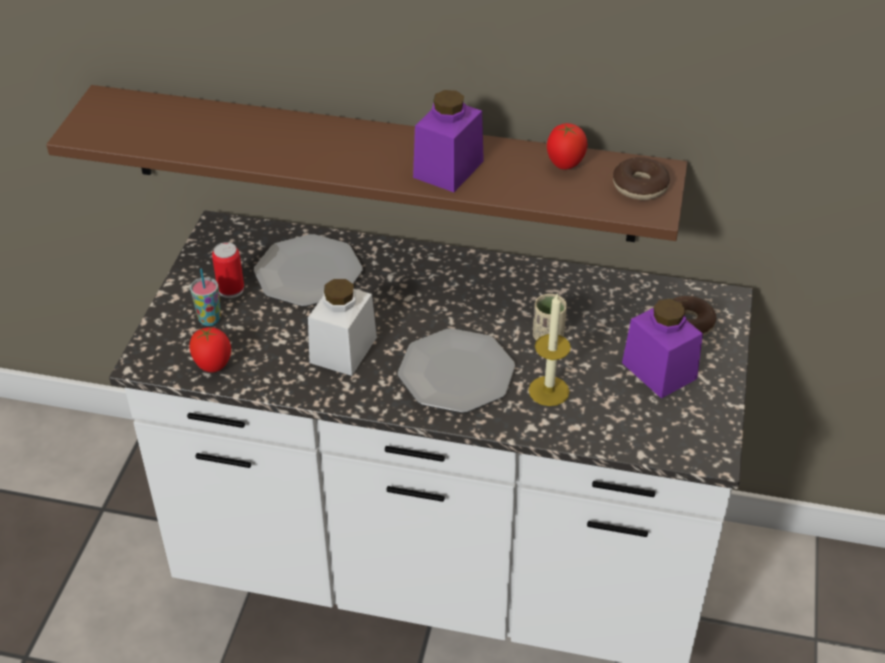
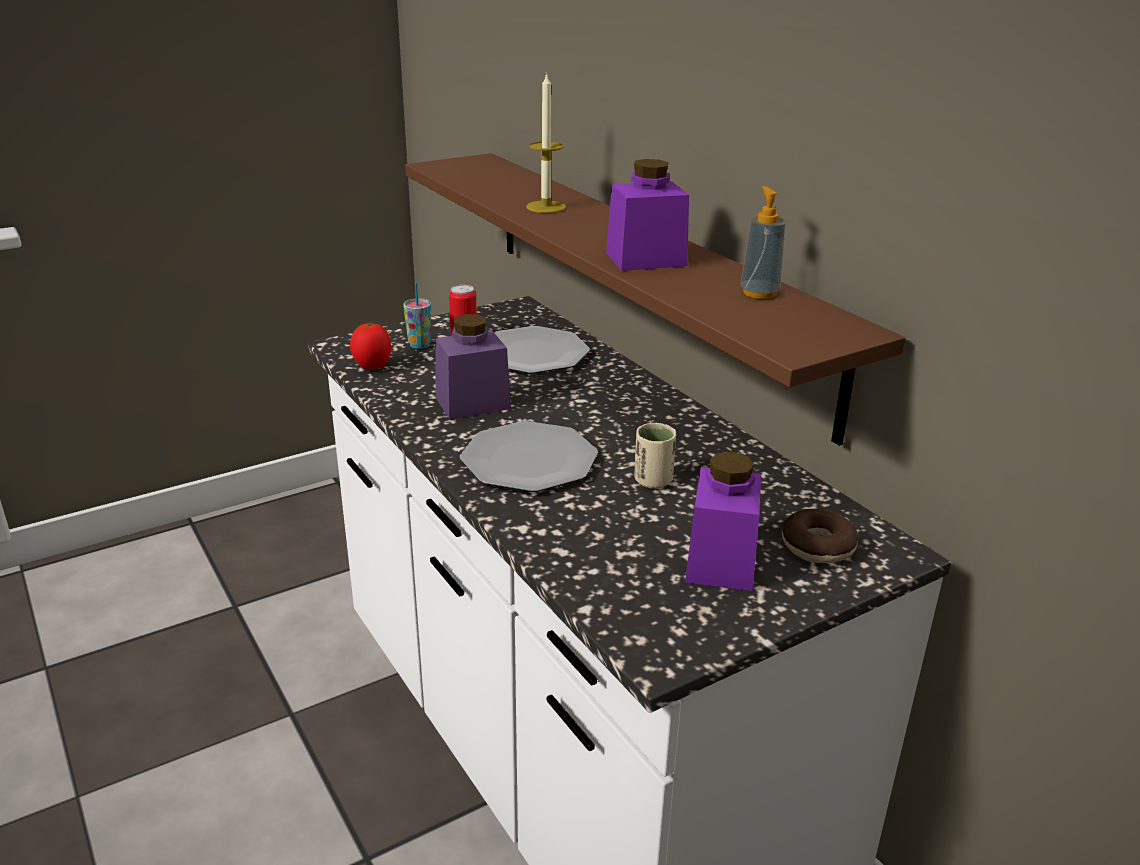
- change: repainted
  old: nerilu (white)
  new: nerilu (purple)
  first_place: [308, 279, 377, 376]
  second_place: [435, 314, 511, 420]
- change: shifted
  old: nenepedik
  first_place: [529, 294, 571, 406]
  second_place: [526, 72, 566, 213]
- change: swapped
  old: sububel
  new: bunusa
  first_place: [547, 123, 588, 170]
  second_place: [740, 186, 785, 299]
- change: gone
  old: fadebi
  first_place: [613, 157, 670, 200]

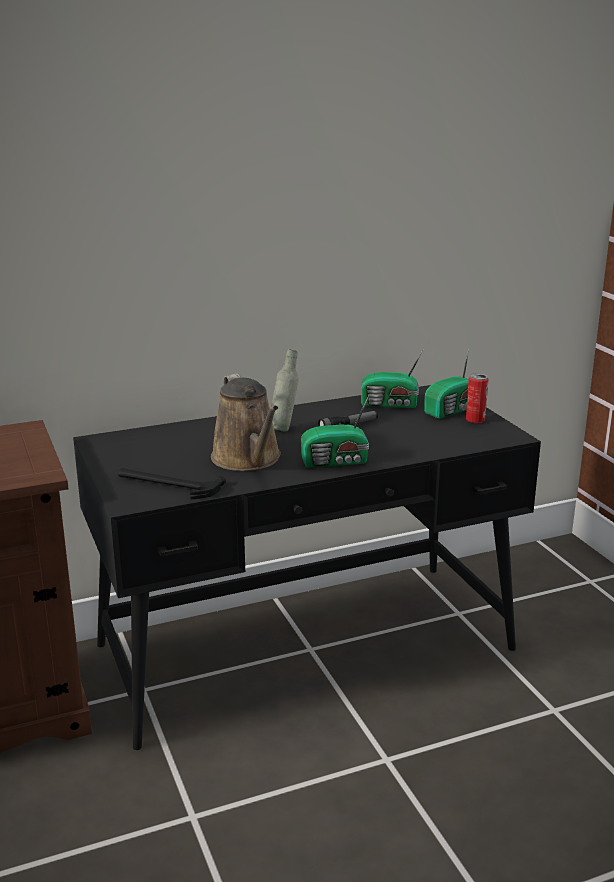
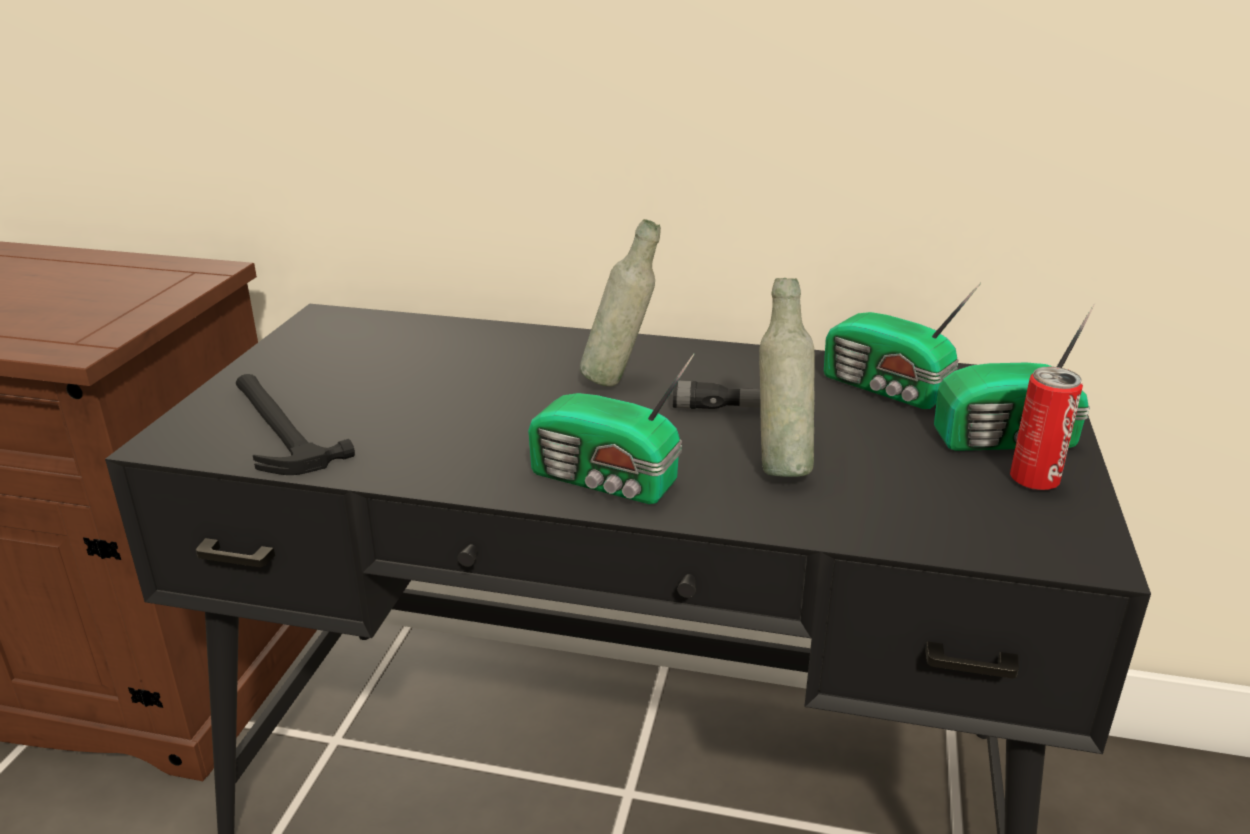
- change: gone
  old: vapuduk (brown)
  first_place: [211, 374, 281, 471]
- change: new
  new: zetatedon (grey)
  second_place: [759, 278, 815, 477]

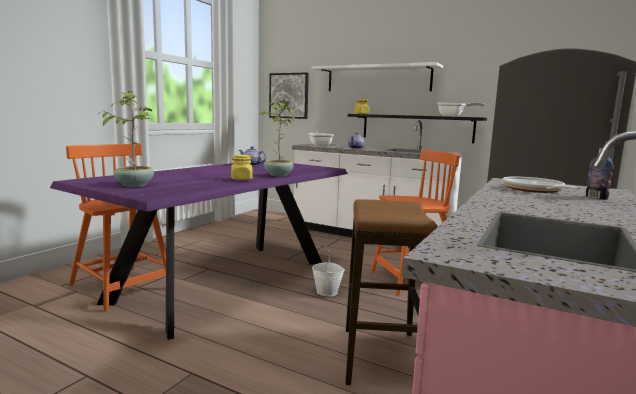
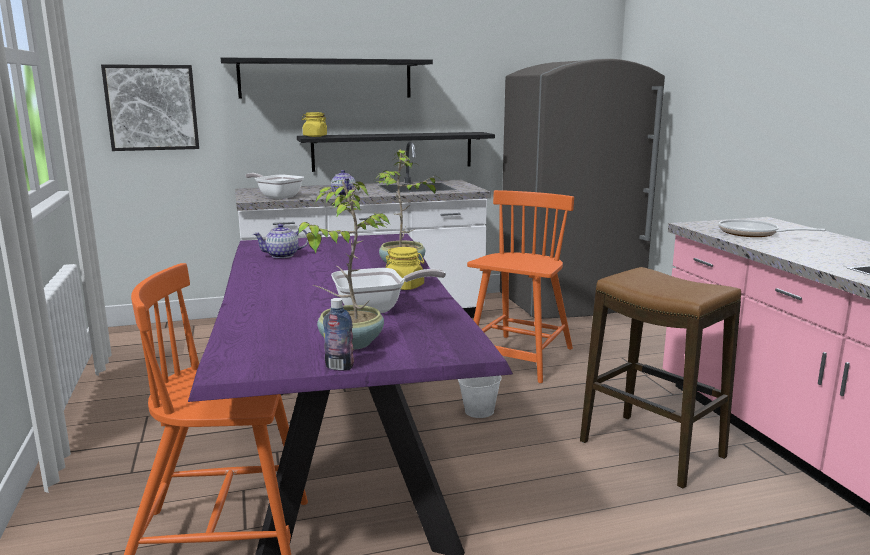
- change: repainted
  old: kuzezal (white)
  new: kuzezal (black)
  first_place: [312, 62, 443, 91]
  second_place: [221, 57, 433, 99]
- change: shifted
  old: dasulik
  first_place: [437, 102, 484, 117]
  second_place: [331, 268, 446, 313]
- change: shifted
  old: zetatedon
  first_place: [586, 148, 614, 200]
  second_place: [323, 298, 354, 371]

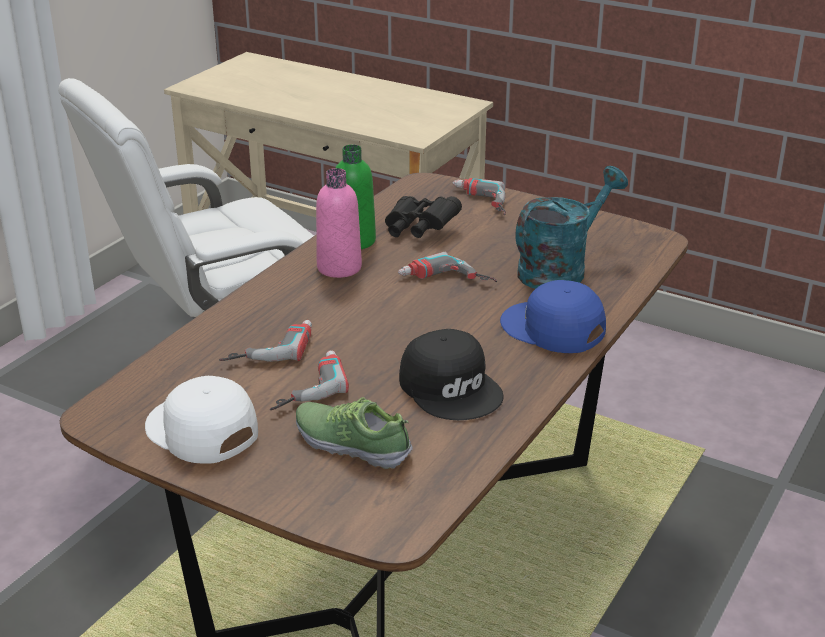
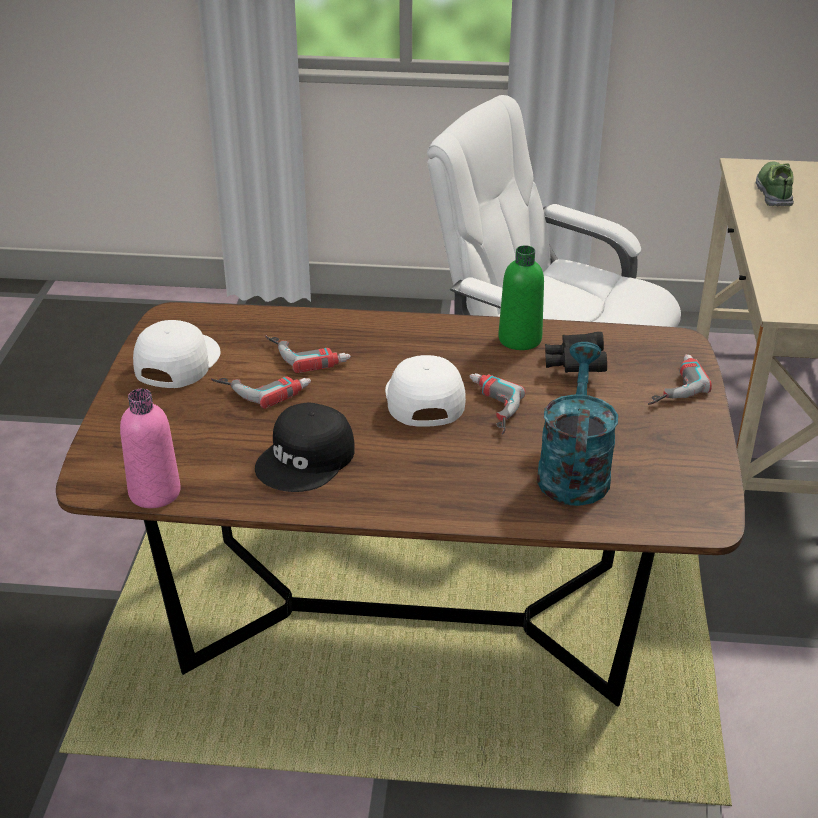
- change: shifted
  old: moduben
  first_place: [296, 397, 413, 469]
  second_place: [756, 162, 794, 207]
- change: shifted
  old: zetatedon (pink)
  first_place: [316, 168, 362, 278]
  second_place: [120, 389, 181, 508]
- change: gone
  old: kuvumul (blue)
  first_place: [500, 280, 606, 353]
- change: rotated
  old: vapuduk (turquoise)
  first_place: [515, 166, 628, 289]
  second_place: [537, 342, 618, 506]
  degrees: -105
- change: new
  new: kuvumul (white)
  second_place: [385, 355, 466, 427]

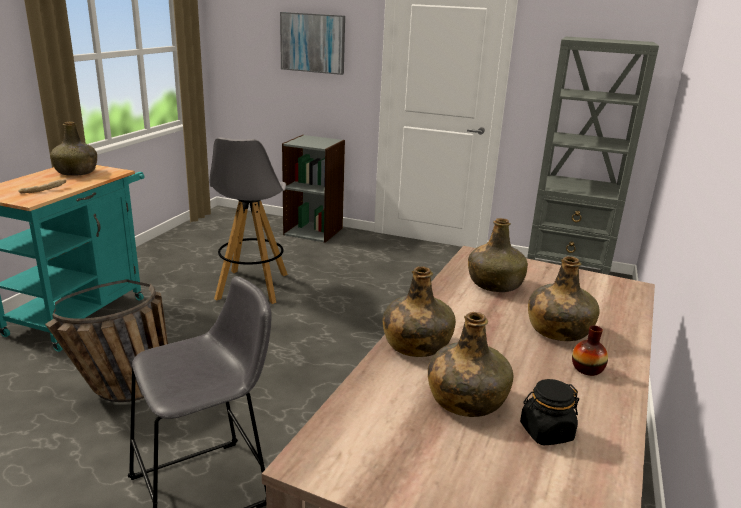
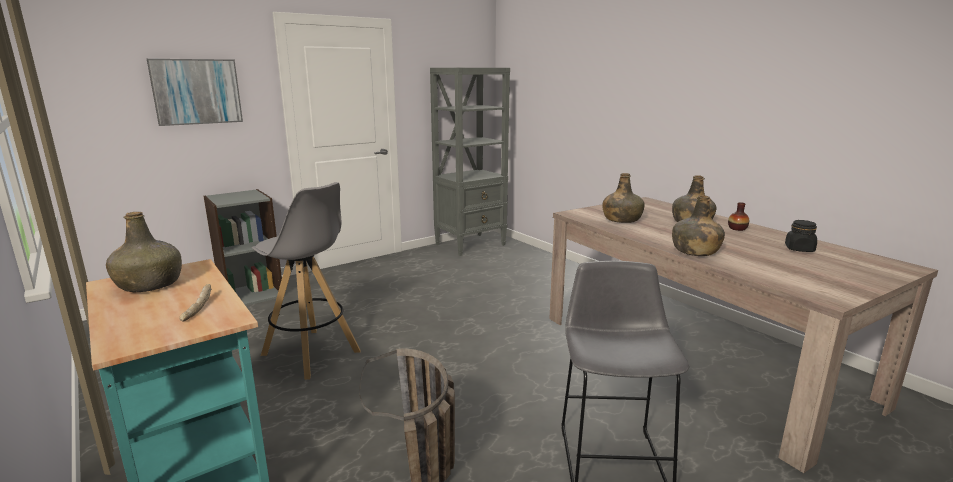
- change: gone
  old: zetatedon (green)
  first_place: [428, 312, 513, 417]

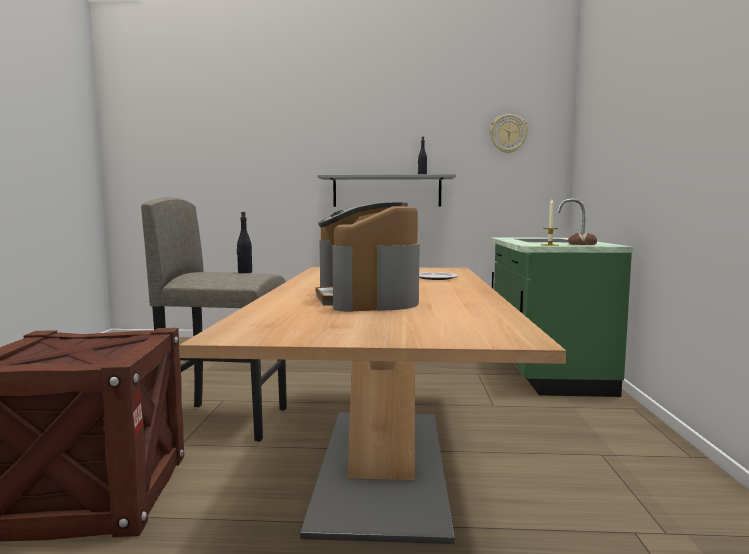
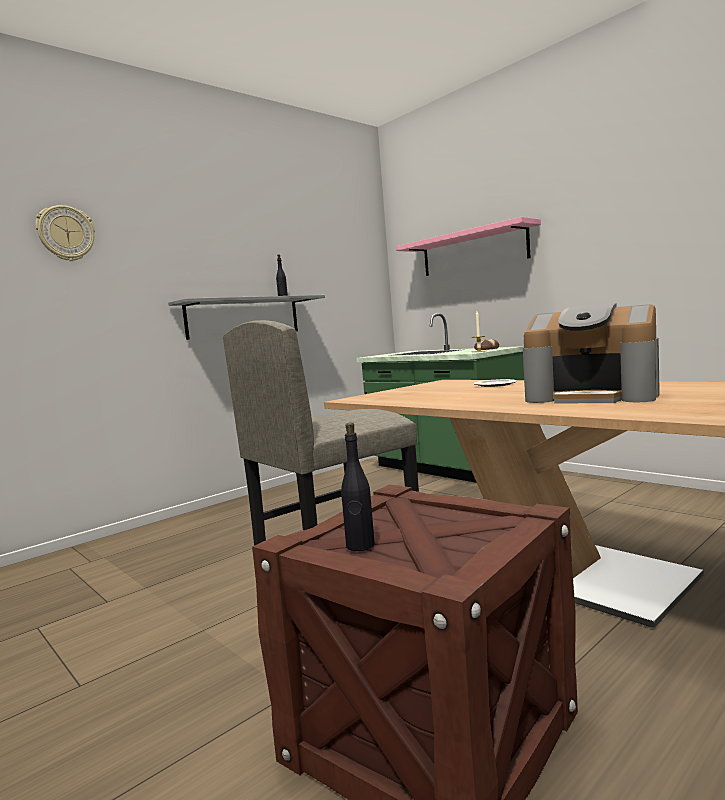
- change: shifted
  old: zetatedon (black)
  first_place: [237, 212, 252, 273]
  second_place: [341, 423, 375, 551]
- change: shifted
  old: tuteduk
  first_place: [490, 114, 528, 153]
  second_place: [35, 205, 95, 261]
- change: new
  new: kuzezal (pink)
  second_place: [396, 217, 541, 276]

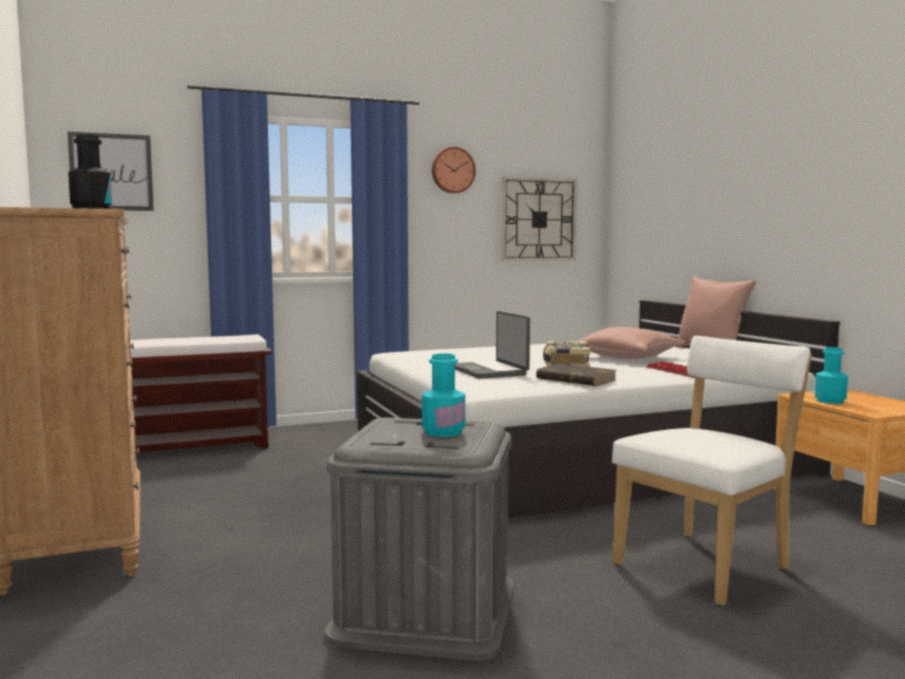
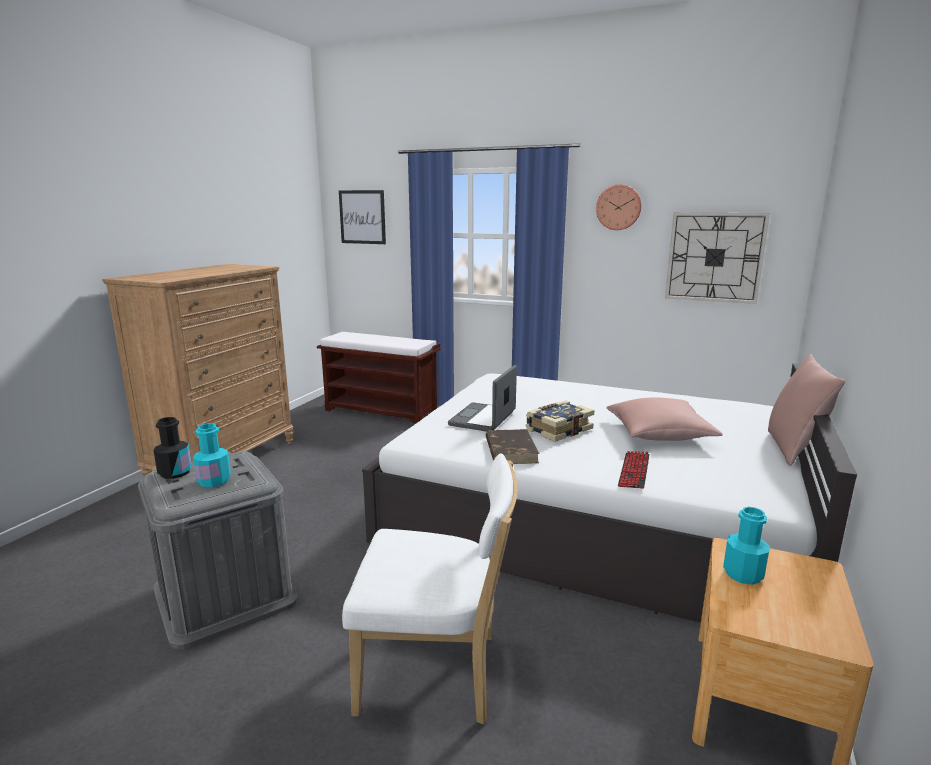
- change: shifted
  old: zetatedon (black)
  first_place: [68, 134, 112, 209]
  second_place: [153, 417, 192, 479]

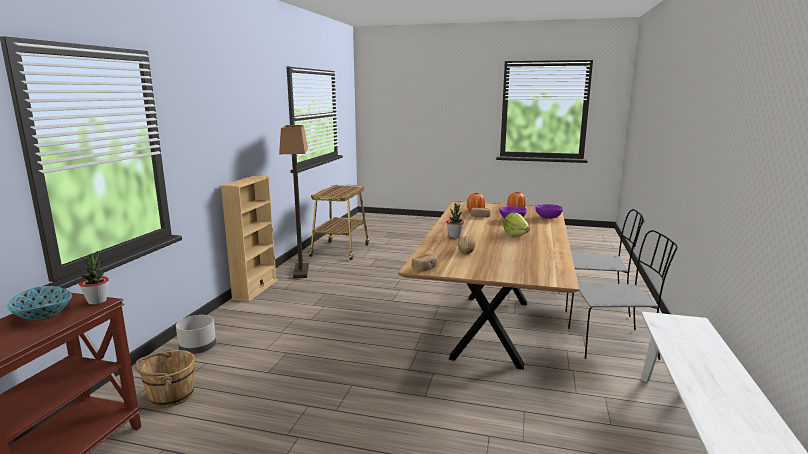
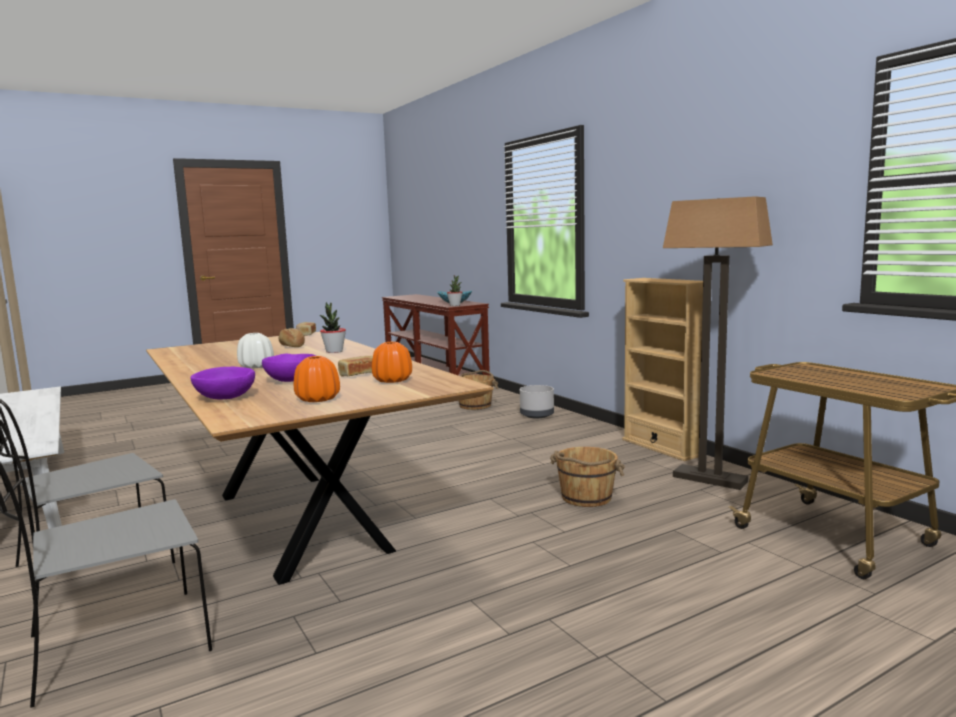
- change: swapped
  old: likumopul
  new: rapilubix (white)
  first_place: [503, 213, 530, 236]
  second_place: [237, 333, 274, 368]
- change: new
  new: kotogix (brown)
  second_place: [550, 447, 625, 507]

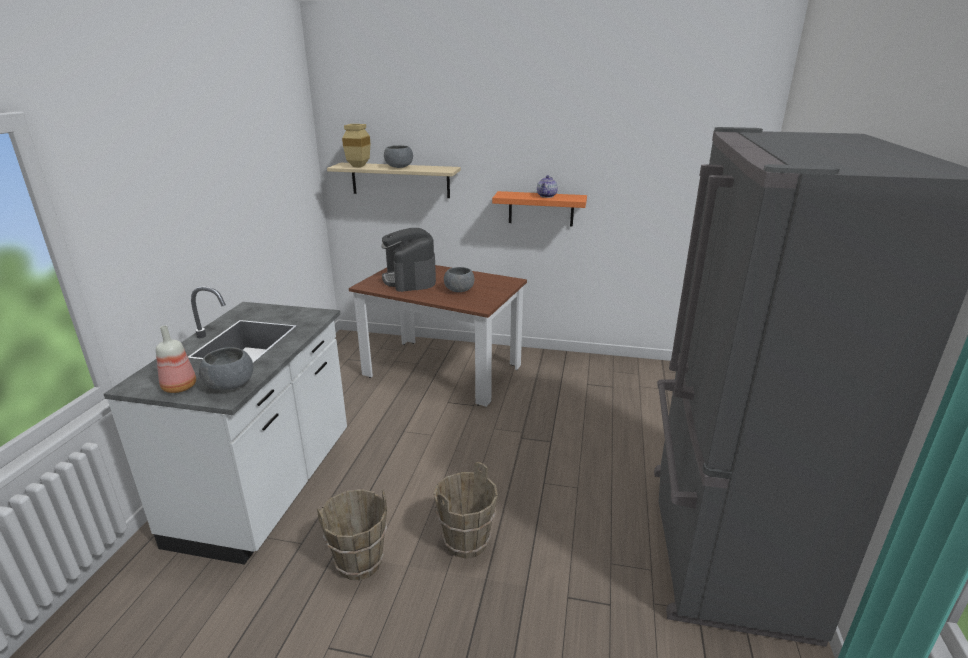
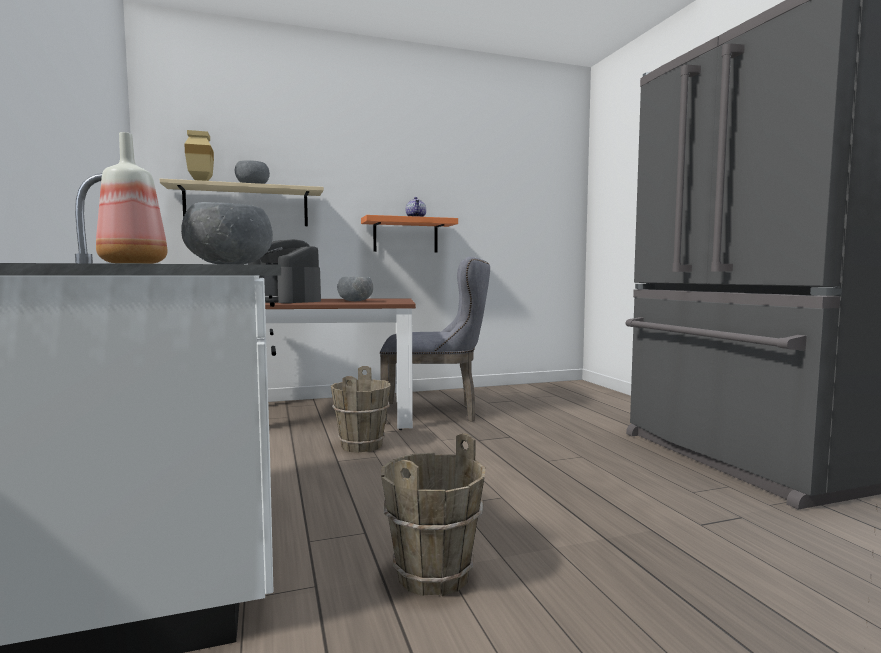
- change: shifted
  old: kotogix (brown)
  first_place: [434, 462, 498, 559]
  second_place: [331, 366, 391, 453]
- change: new
  new: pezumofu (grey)
  second_place: [380, 257, 490, 424]

